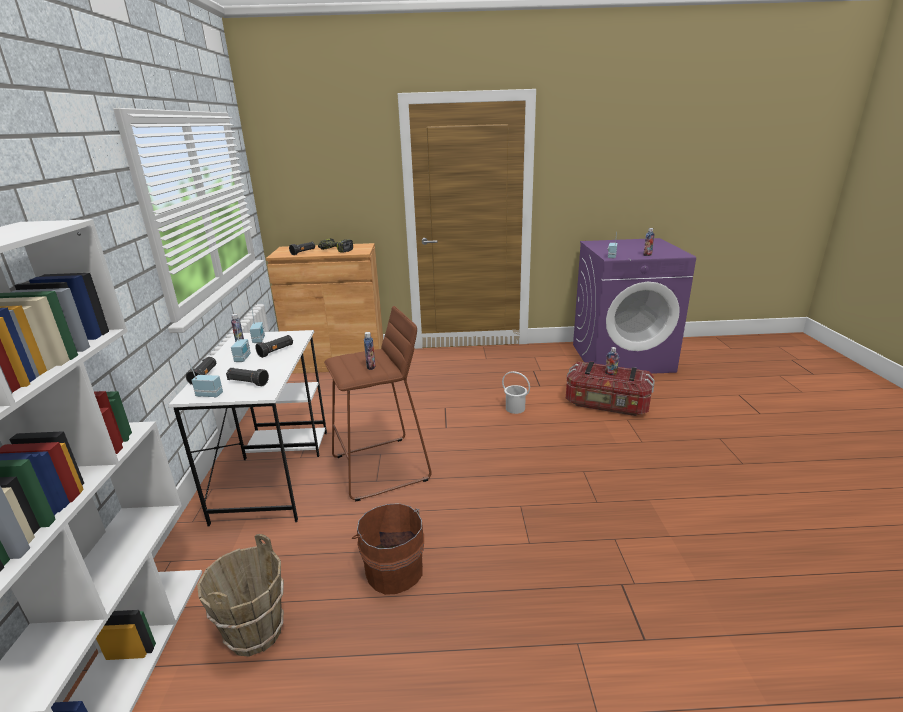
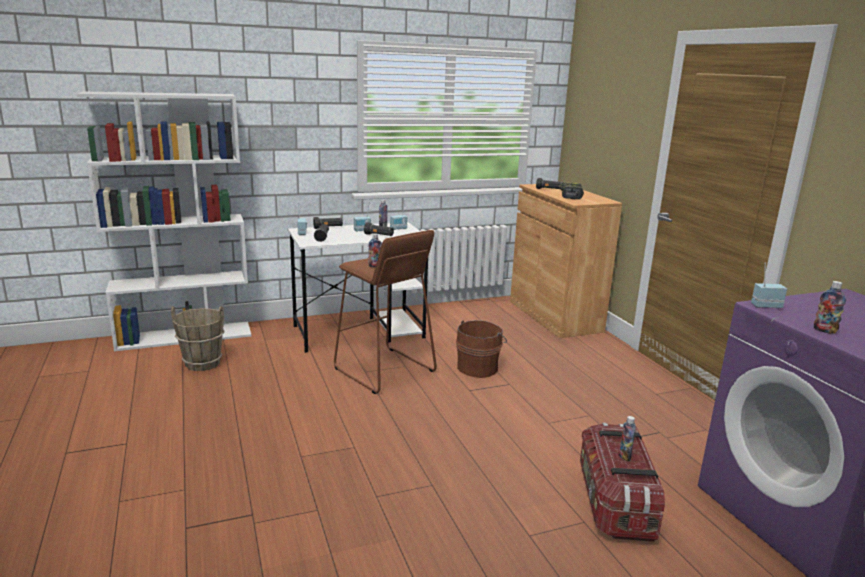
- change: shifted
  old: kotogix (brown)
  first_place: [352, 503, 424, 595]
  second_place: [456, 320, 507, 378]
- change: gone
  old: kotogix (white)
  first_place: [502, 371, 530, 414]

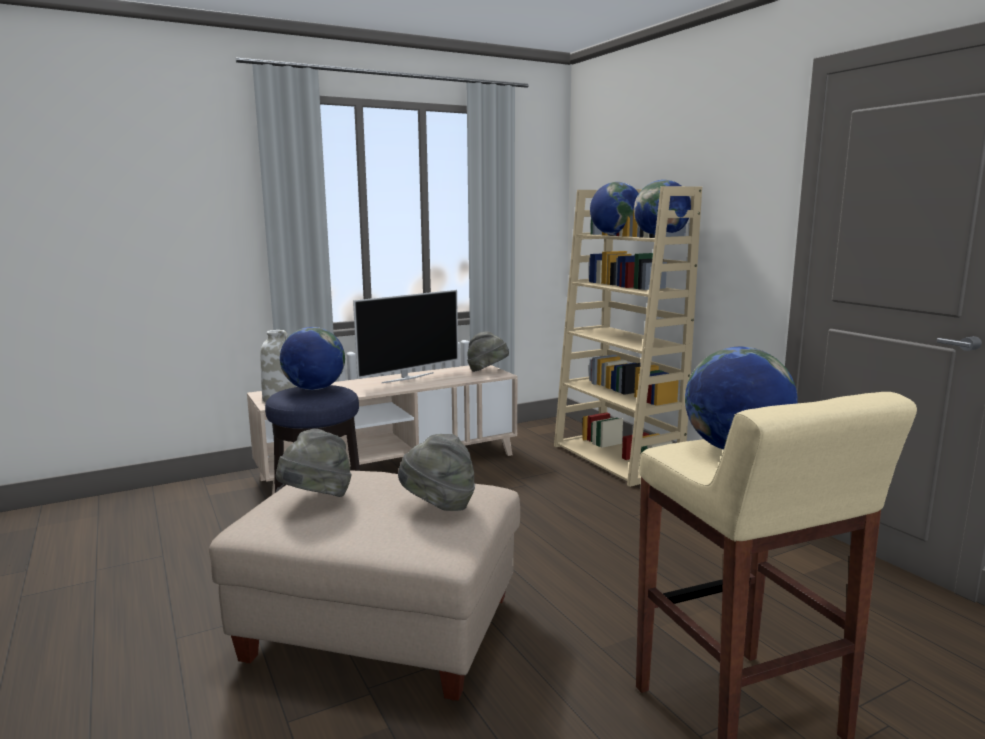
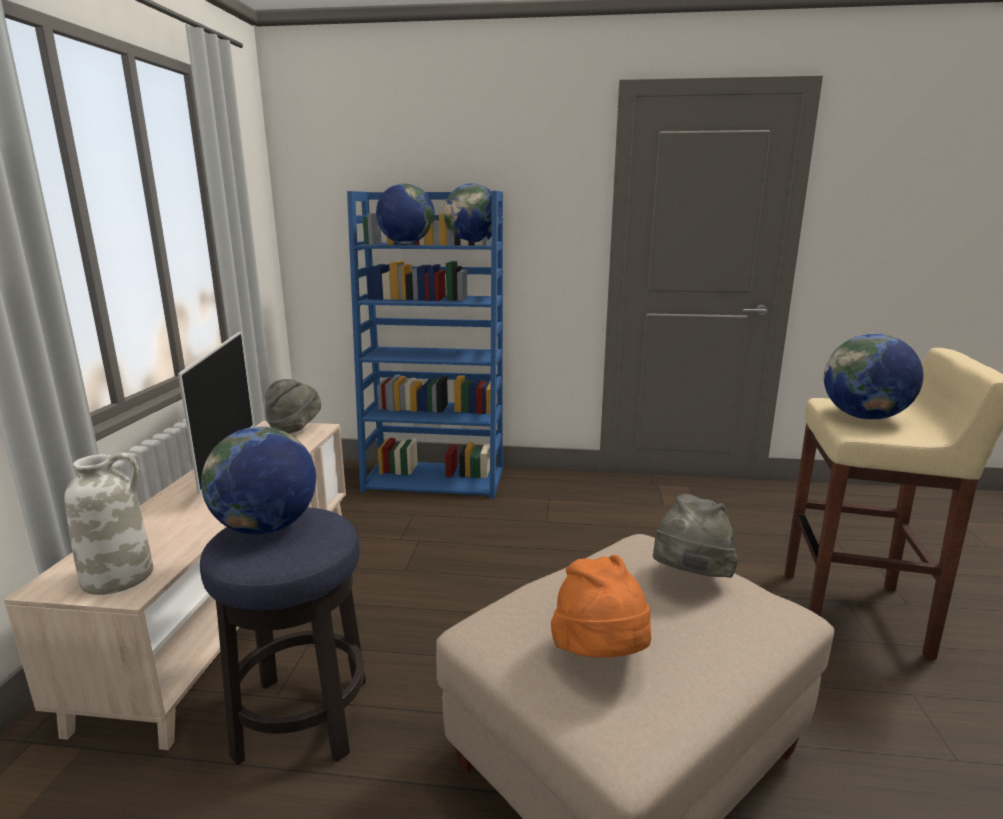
- change: repainted
  old: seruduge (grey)
  new: seruduge (orange)
  first_place: [276, 429, 352, 497]
  second_place: [551, 555, 651, 658]
- change: repainted
  old: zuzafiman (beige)
  new: zuzafiman (blue)
  first_place: [554, 186, 702, 487]
  second_place: [347, 191, 503, 499]

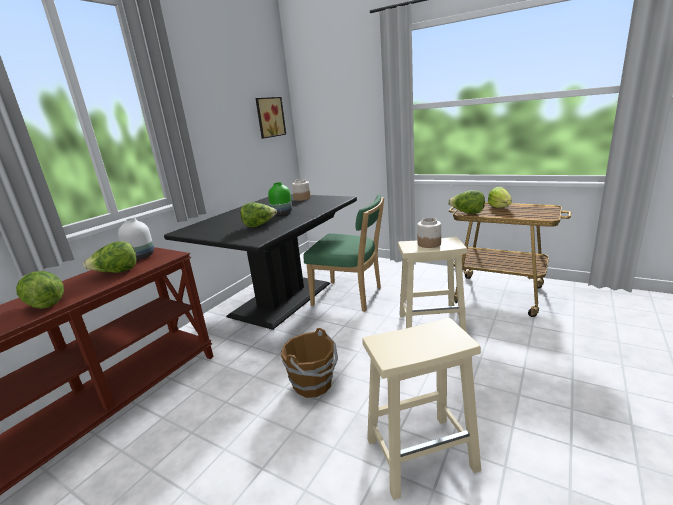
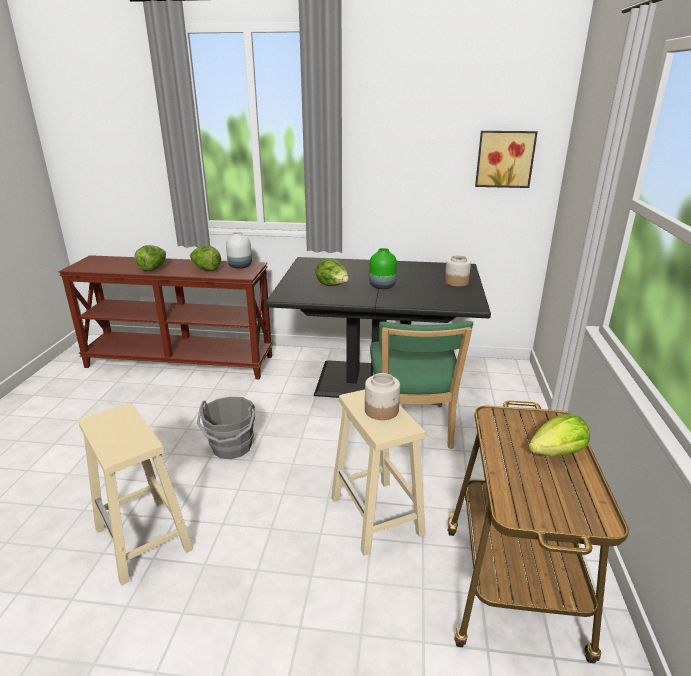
- change: repainted
  old: kotogix (brown)
  new: kotogix (grey)
  first_place: [281, 328, 338, 398]
  second_place: [197, 397, 255, 459]
- change: gone
  old: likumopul
  first_place: [448, 190, 485, 214]

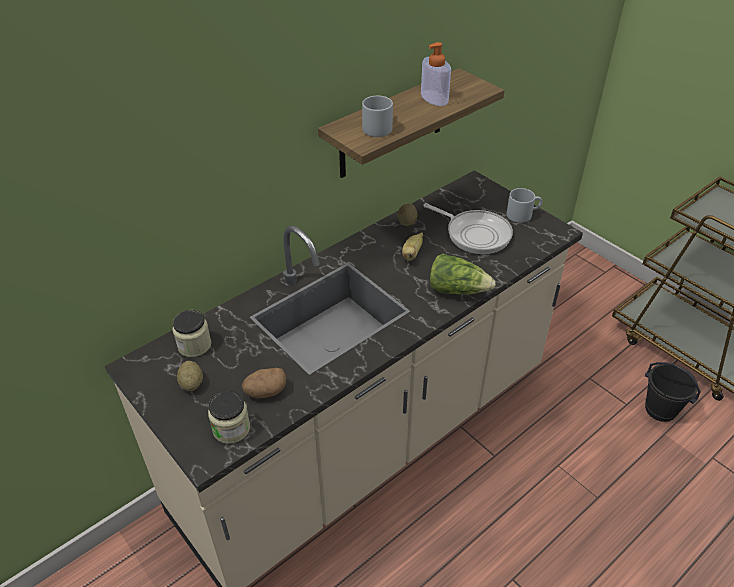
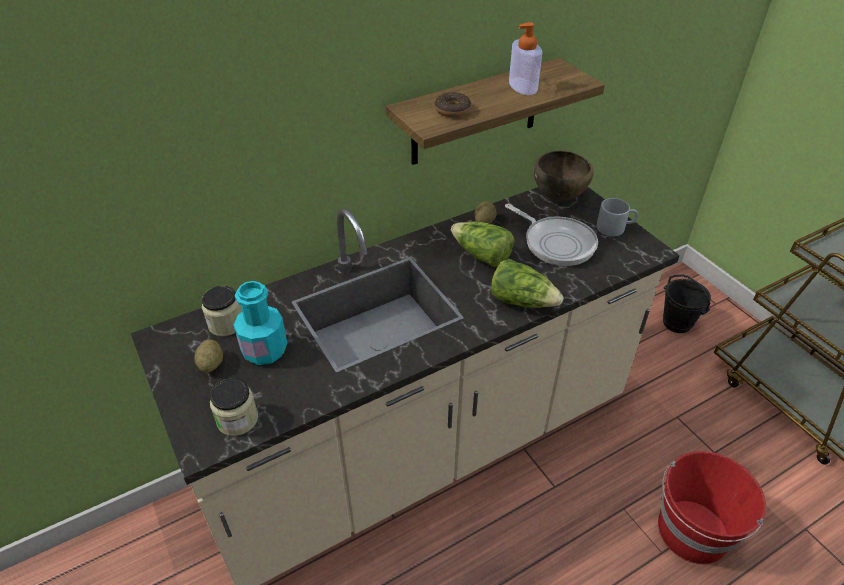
- change: gone
  old: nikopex
  first_place: [242, 368, 286, 398]
- change: swapped
  old: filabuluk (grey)
  new: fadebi
  first_place: [362, 96, 393, 137]
  second_place: [435, 92, 471, 117]
- change: swapped
  old: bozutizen
  new: likumopul
  first_place: [402, 232, 423, 261]
  second_place: [451, 222, 514, 267]
- change: shifted
  old: kotogix (black)
  first_place: [645, 362, 701, 422]
  second_place: [663, 275, 711, 333]
- change: new
  new: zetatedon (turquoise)
  second_place: [234, 281, 287, 365]
- change: new
  new: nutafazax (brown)
  second_place: [533, 151, 594, 202]
- change: new
  new: kotogix (red)
  second_place: [658, 451, 766, 564]

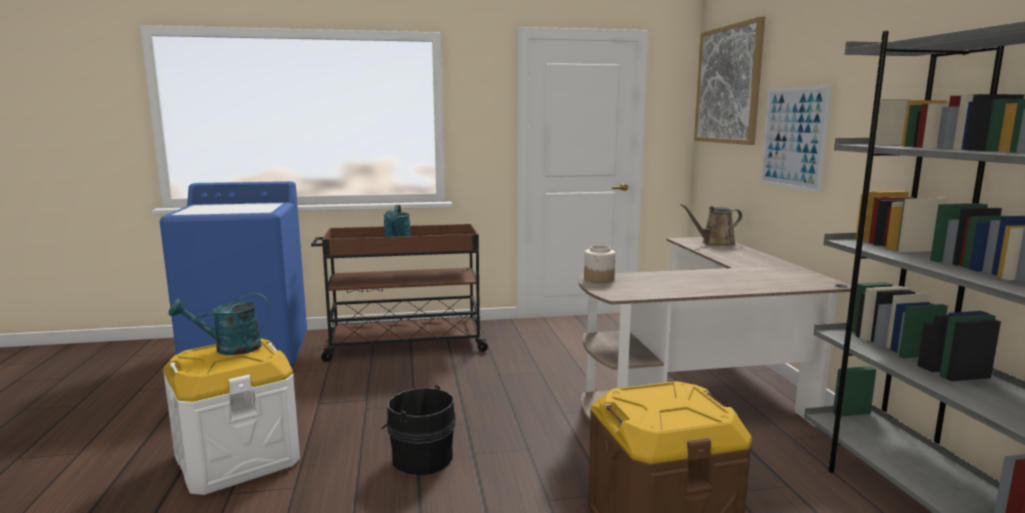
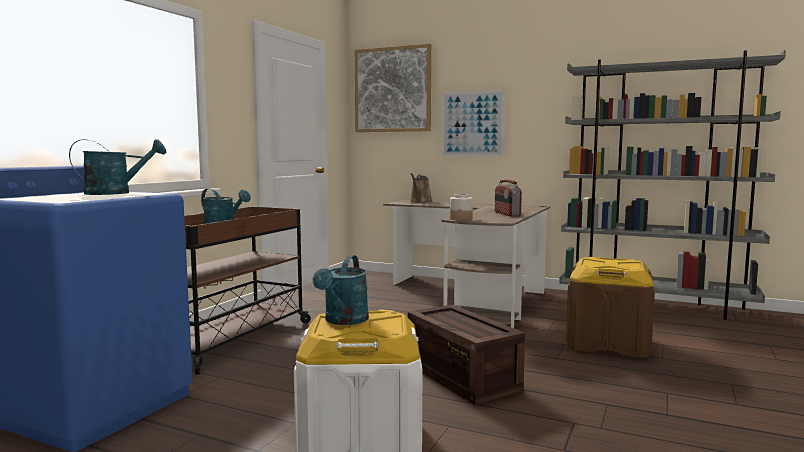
- change: swapped
  old: kotogix (black)
  new: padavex
  first_place: [381, 385, 456, 475]
  second_place: [408, 305, 525, 405]
- change: new
  new: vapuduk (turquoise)
  second_place: [69, 139, 166, 195]
- change: new
  new: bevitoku
  second_place: [495, 180, 522, 216]

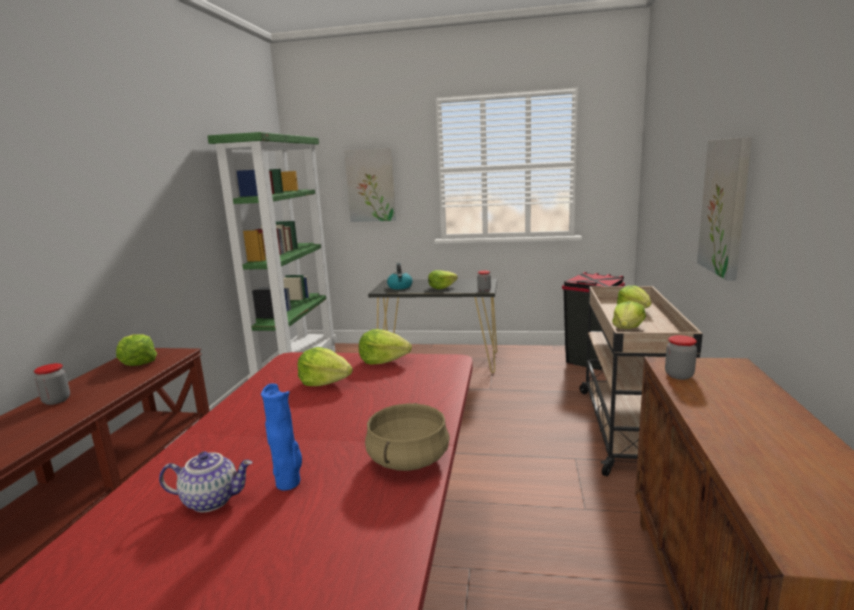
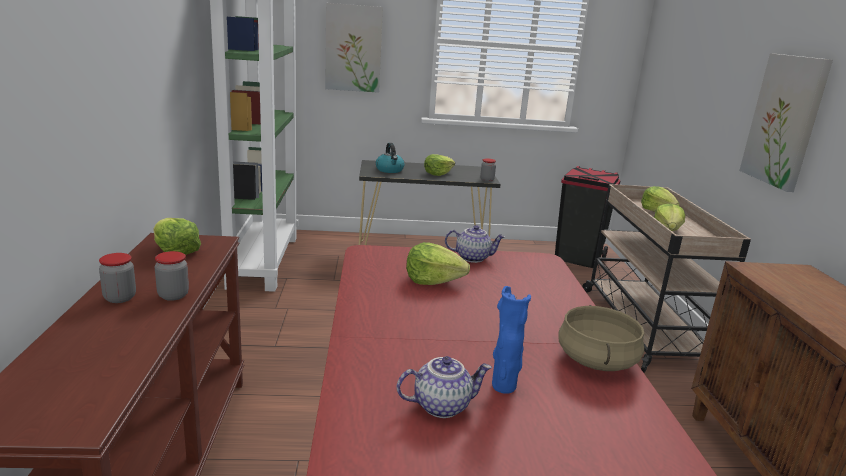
- change: swapped
  old: likumopul
  new: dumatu
  first_place: [359, 329, 412, 364]
  second_place: [445, 225, 505, 263]
- change: shifted
  old: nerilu
  first_place: [665, 335, 697, 380]
  second_place: [155, 251, 189, 301]

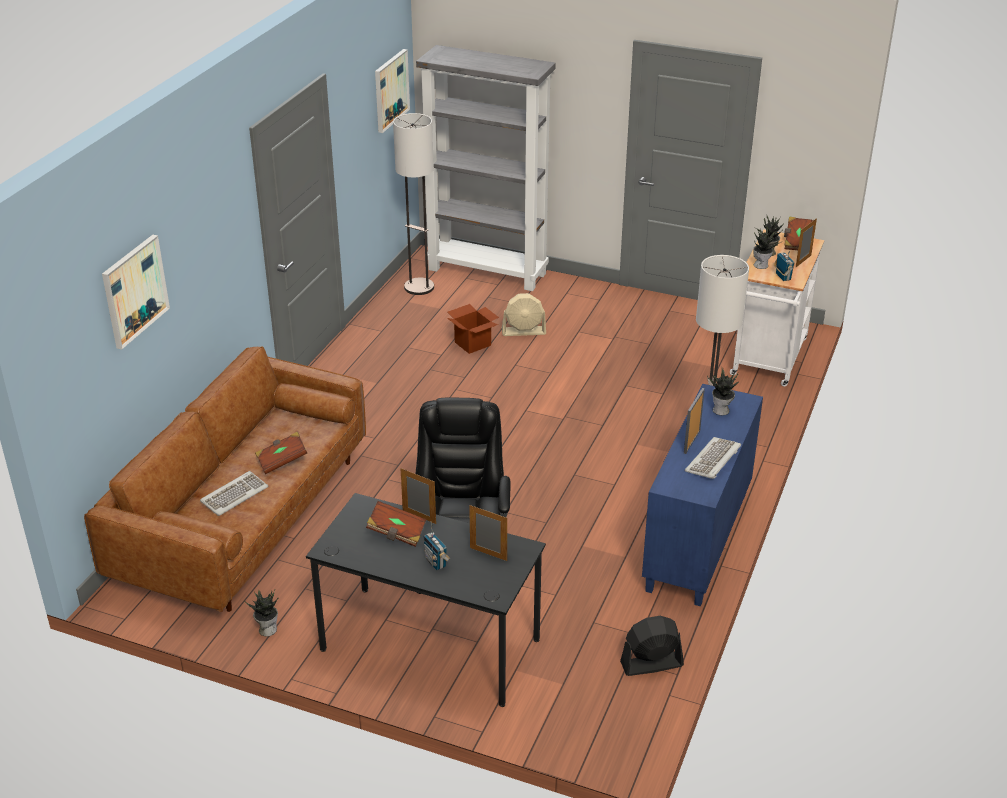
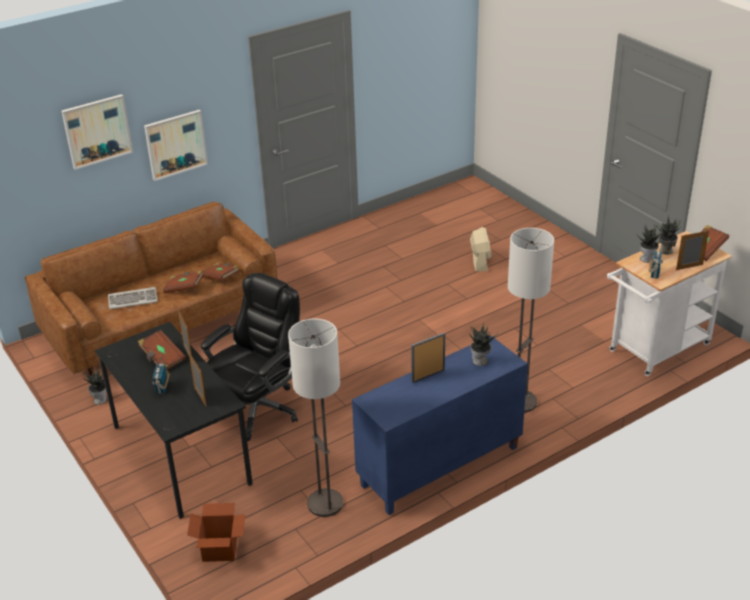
- change: shifted
  old: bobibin
  first_place: [375, 49, 410, 133]
  second_place: [144, 110, 208, 181]
- change: shifted
  old: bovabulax
  first_place: [393, 113, 434, 295]
  second_place: [288, 318, 343, 517]
- change: gone
  old: zuzafiman (grey)
  first_place: [416, 45, 556, 291]
- change: shifted
  old: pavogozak
  first_place: [447, 304, 499, 354]
  second_place: [187, 503, 245, 562]
- change: rotated
  old: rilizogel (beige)
  first_place: [502, 293, 546, 336]
  second_place: [470, 227, 492, 271]
  degrees: -120
- change: gone
  old: rilizogel (black)
  first_place: [620, 616, 684, 676]
- change: gone
  old: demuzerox
  first_place: [685, 437, 741, 479]
- change: new
  new: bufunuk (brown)
  second_place: [202, 263, 239, 280]

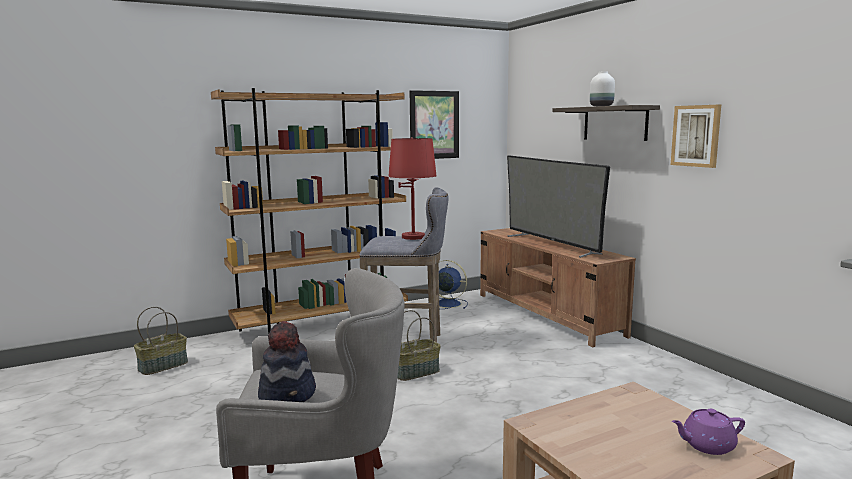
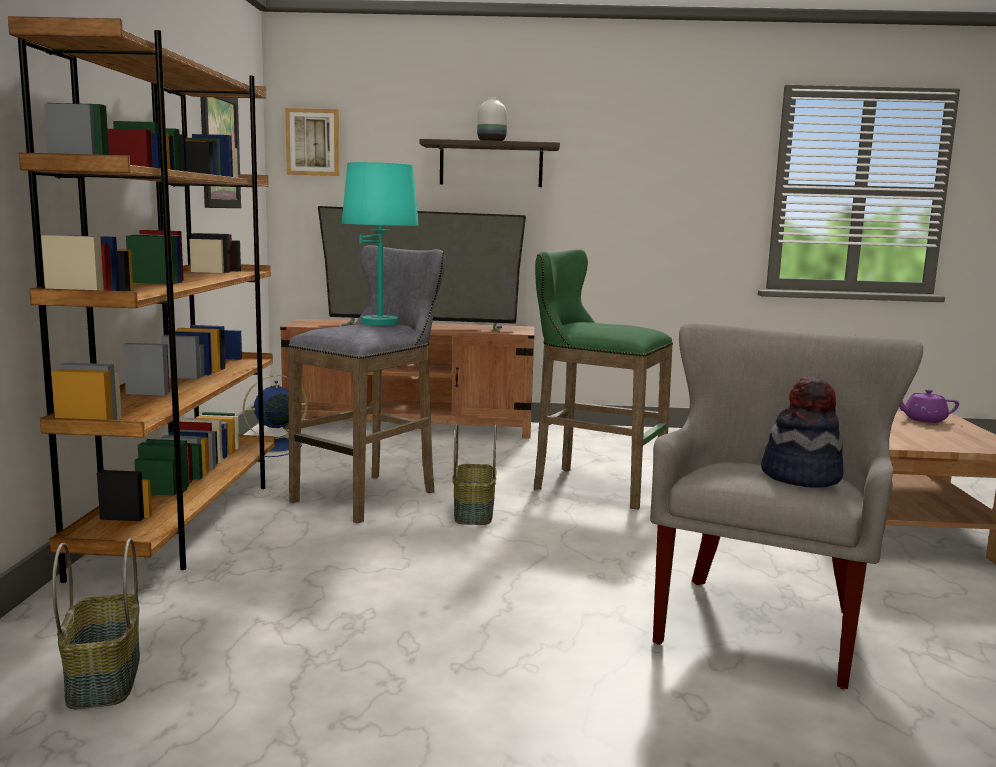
- change: repainted
  old: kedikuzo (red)
  new: kedikuzo (turquoise)
  first_place: [388, 137, 437, 240]
  second_place: [342, 162, 419, 325]
- change: shifted
  old: bobibin
  first_place: [671, 105, 721, 168]
  second_place: [285, 108, 339, 176]
- change: rotated
  old: dumatu (purple)
  first_place: [672, 409, 745, 455]
  second_place: [899, 389, 959, 423]
  degrees: 75
- change: new
  new: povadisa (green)
  second_place: [534, 249, 673, 510]

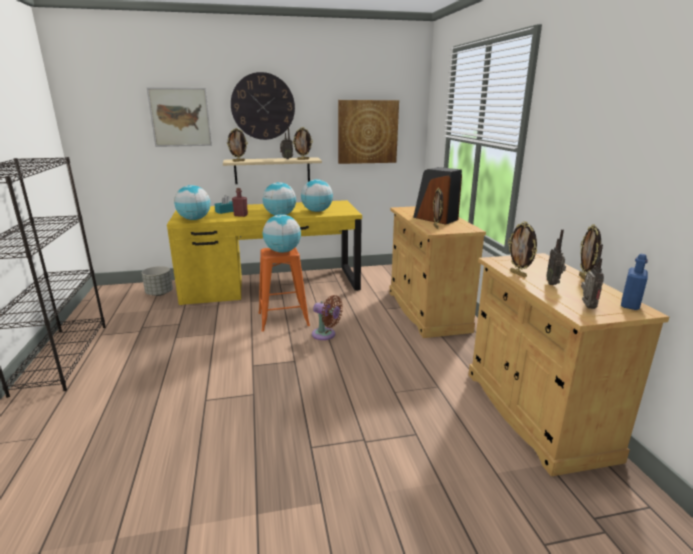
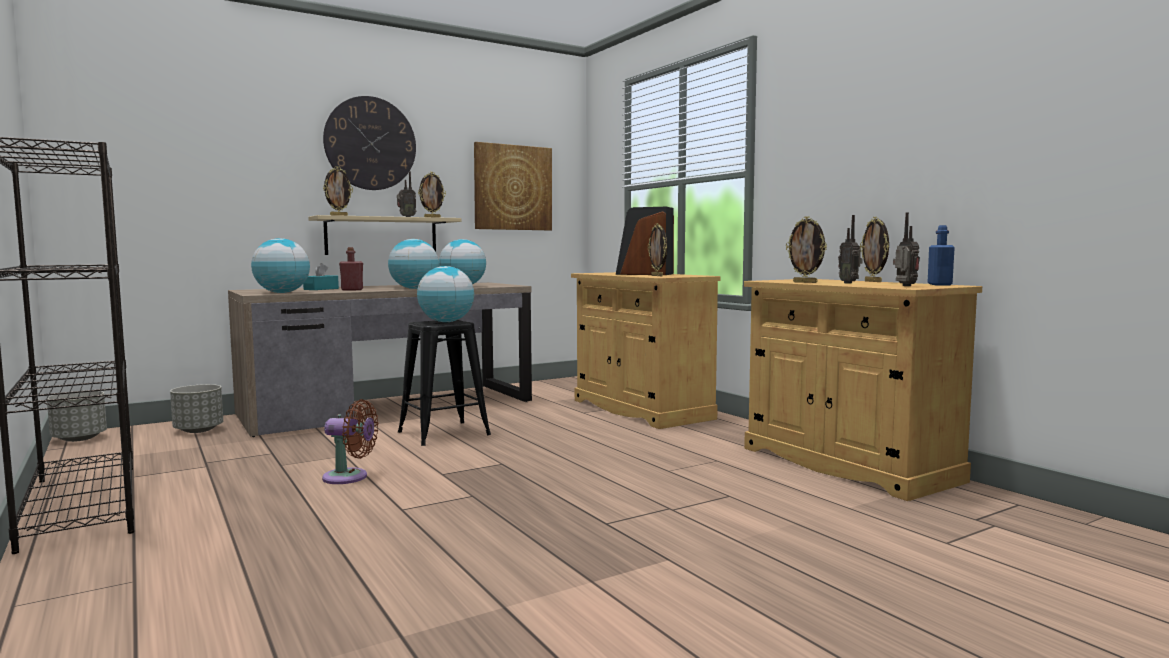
- change: gone
  old: bobibin
  first_place: [147, 88, 212, 147]
- change: repainted
  old: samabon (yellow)
  new: samabon (brown)
  first_place: [167, 200, 362, 305]
  second_place: [228, 282, 532, 437]
- change: repainted
  old: povadisa (orange)
  new: povadisa (black)
  first_place: [258, 247, 310, 332]
  second_place: [398, 320, 491, 446]
- change: shifted
  old: rilizogel (brown)
  first_place: [312, 295, 343, 340]
  second_place: [322, 399, 379, 484]
- change: new
  new: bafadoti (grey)
  second_place: [47, 391, 107, 442]

